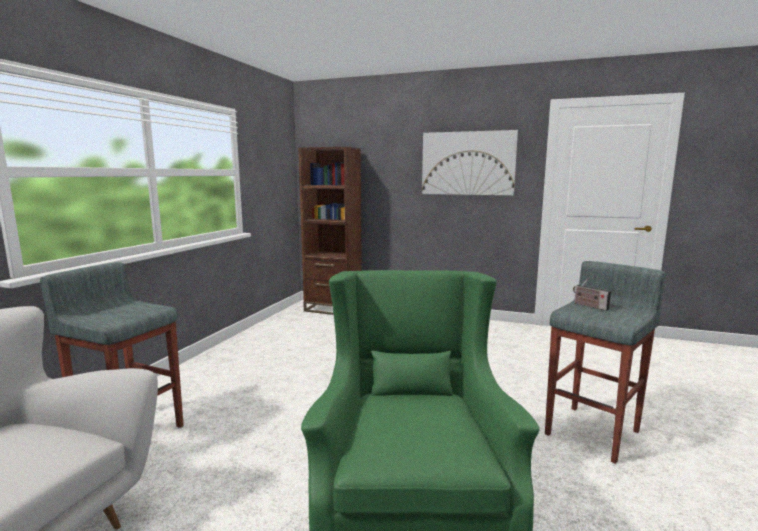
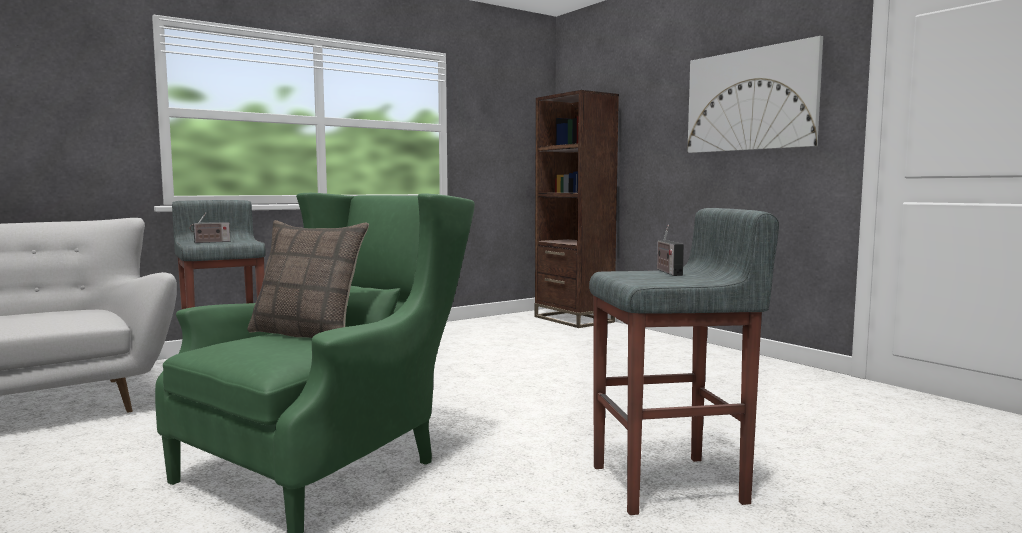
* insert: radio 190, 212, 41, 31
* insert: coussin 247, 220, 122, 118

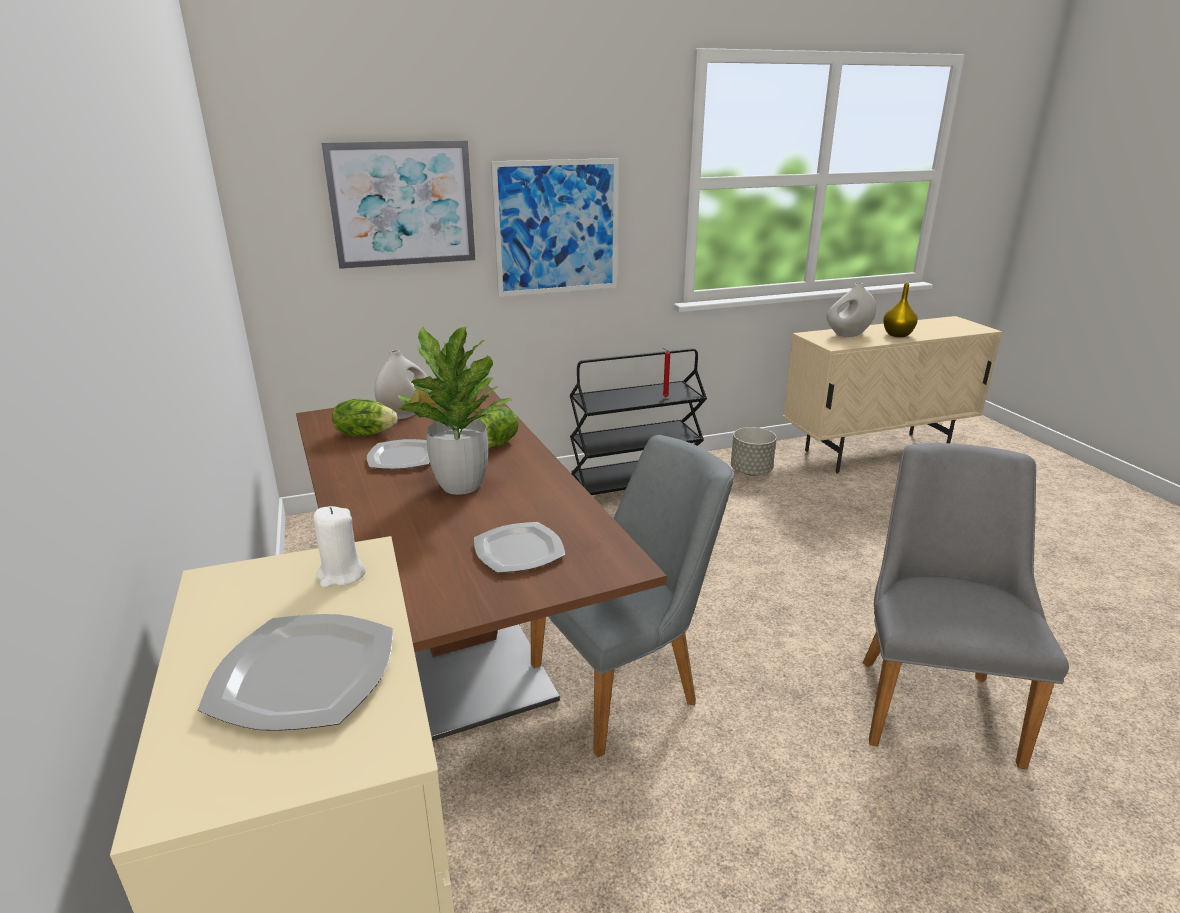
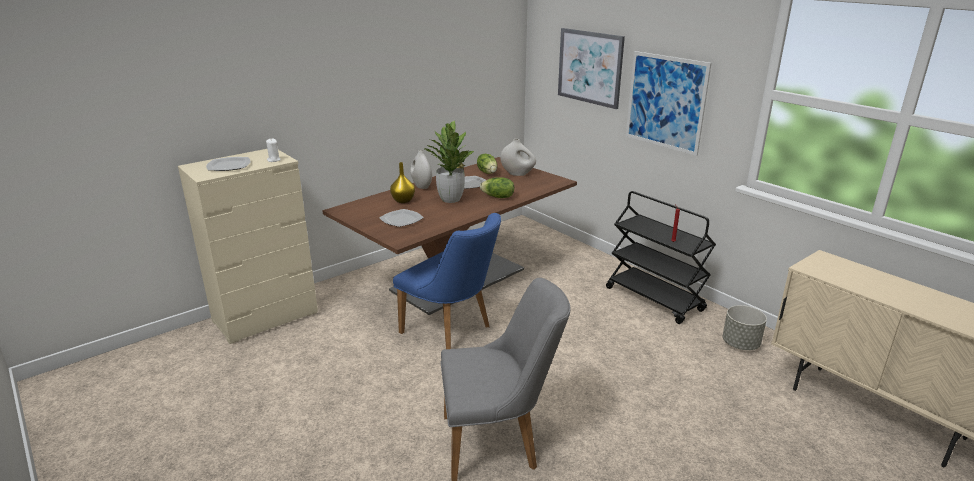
* move: vase/jaune 883, 283, 35, 54 to 390, 162, 25, 41
* recolor: chaise/gris 531, 435, 203, 322 to chaise/bleu 393, 213, 108, 136
* move: vase/blanc 827, 283, 49, 54 to 410, 150, 22, 39

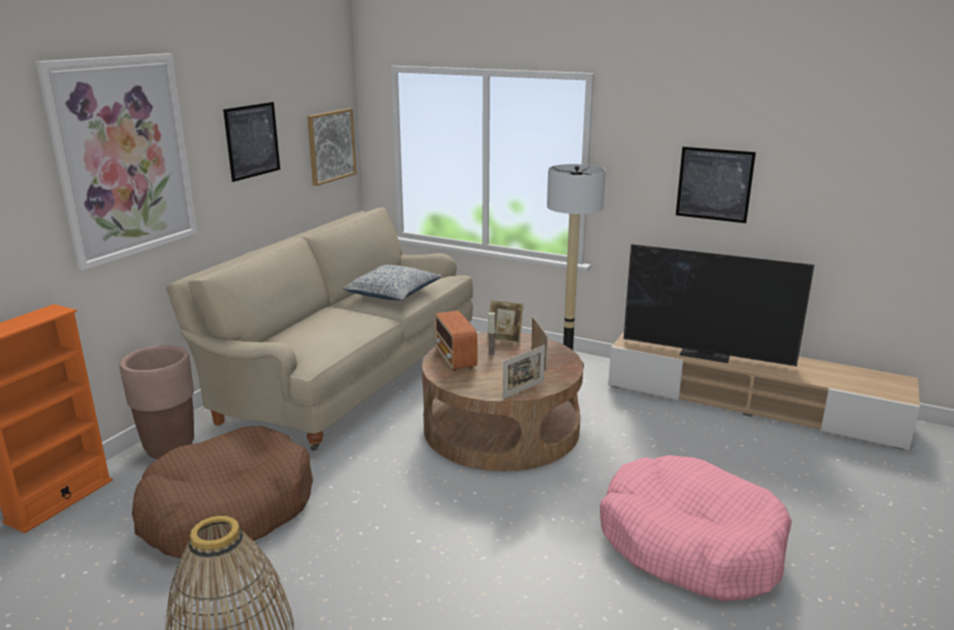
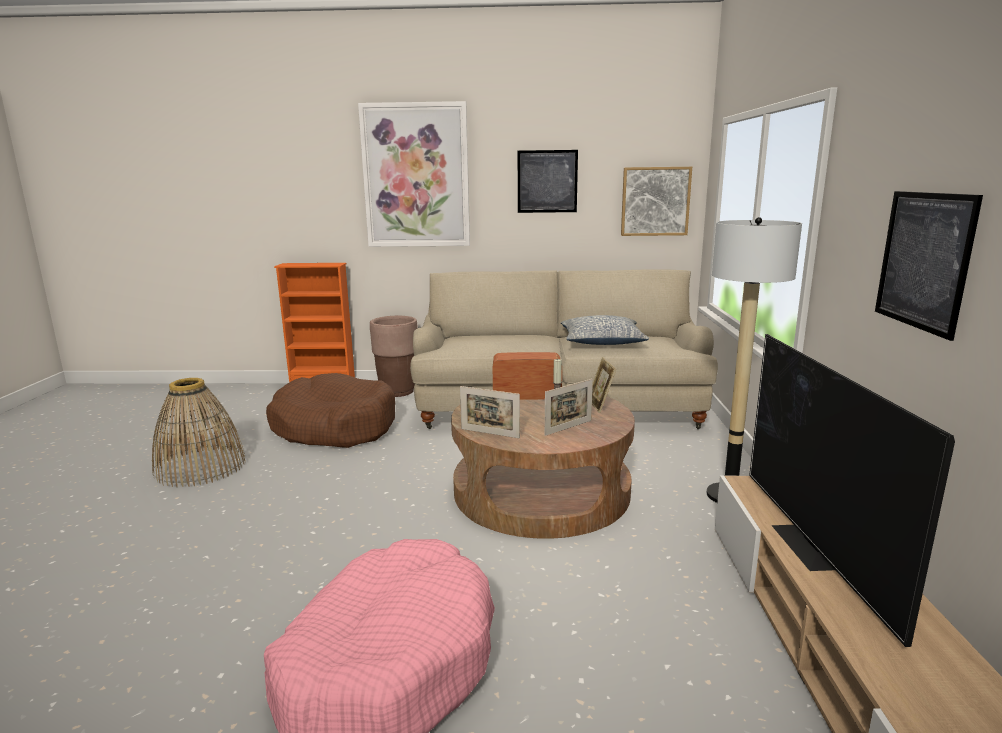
* rotate: radio 434, 311, 43, 60 = 493, 352, 69, 48 45 degrees clockwise

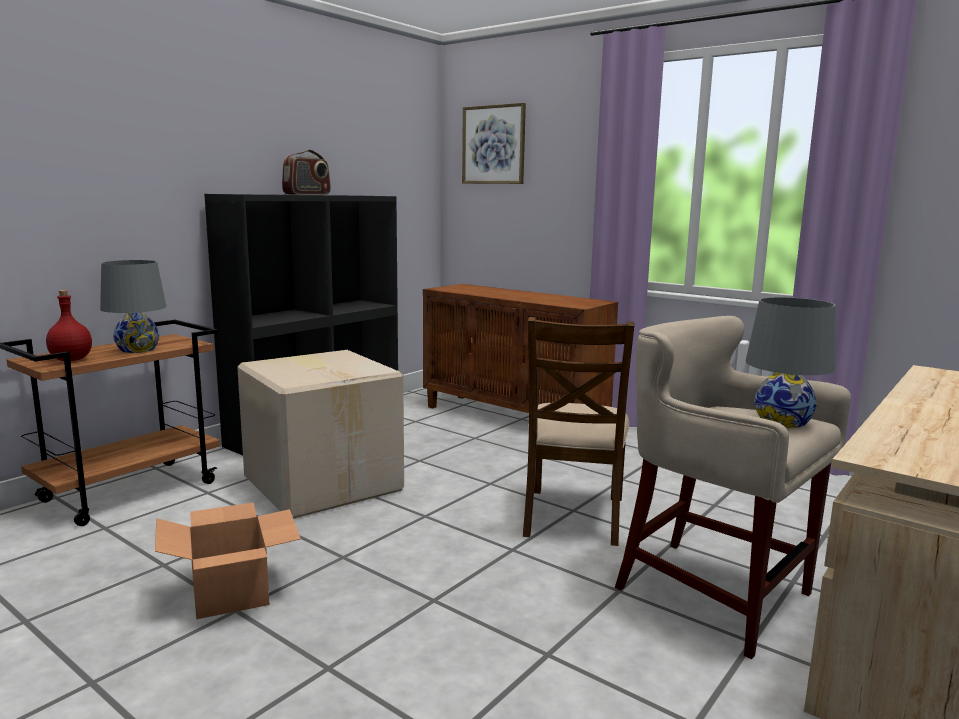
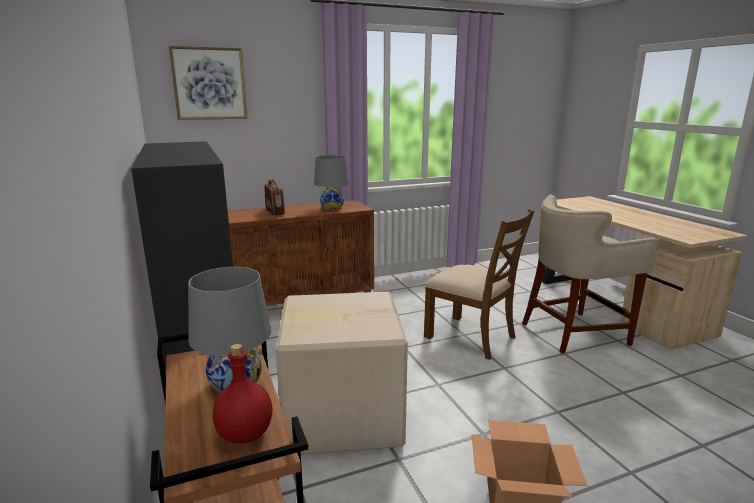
* move: radio 282, 149, 49, 46 to 264, 179, 21, 36
* move: lampe de table/gris 745, 297, 91, 131 to 314, 155, 35, 55

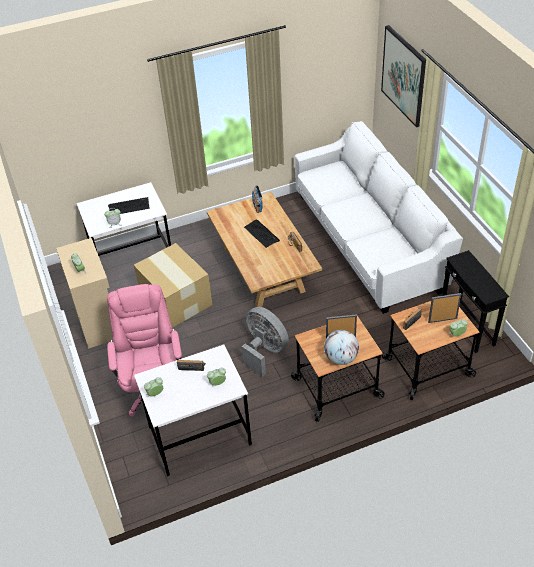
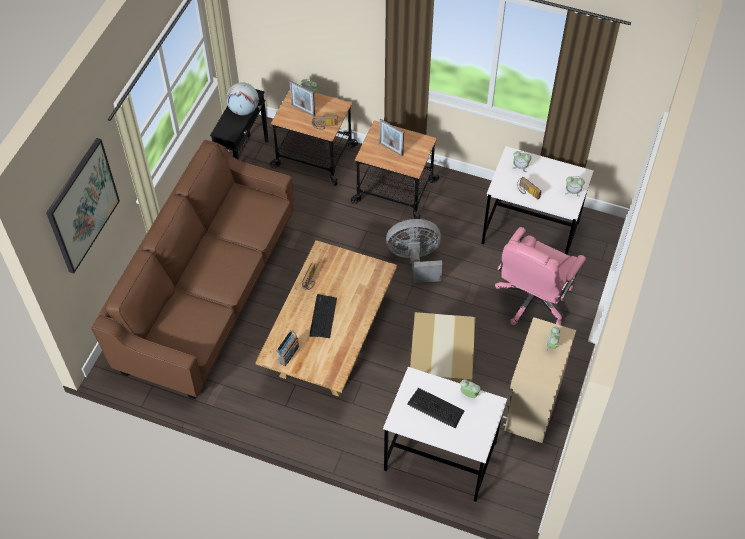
* recolor: canapé/blanc 294, 121, 169, 193 to canapé/marron 91, 140, 203, 259
* move: globe 324, 330, 35, 35 to 226, 82, 33, 33
* rotate: ventilateur/gris 242, 307, 47, 70 = 386, 219, 56, 64 90 degrees clockwise

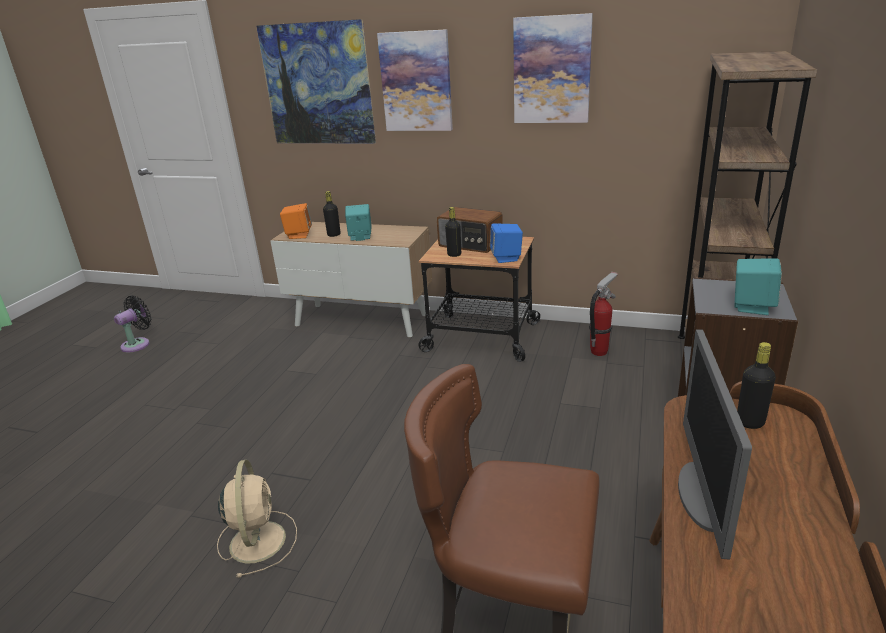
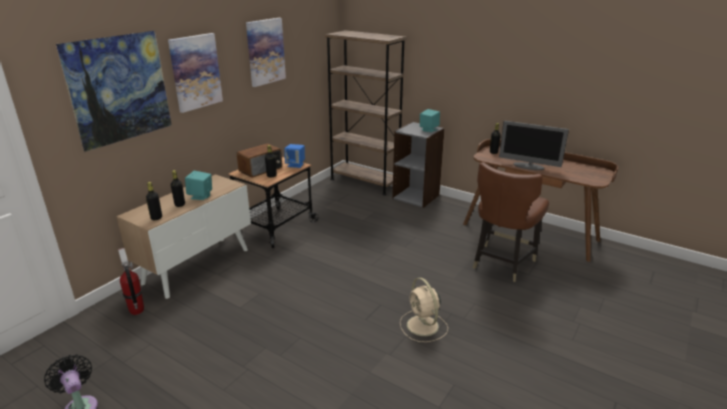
* move: extincteur 589, 272, 29, 84 to 118, 248, 26, 67
* replace: enceinte/orange 280, 203, 32, 36 to bouteille/noir 146, 182, 16, 38
* rotate: ventilateur/beige 217, 460, 80, 118 = 400, 278, 48, 64 120 degrees counterclockwise

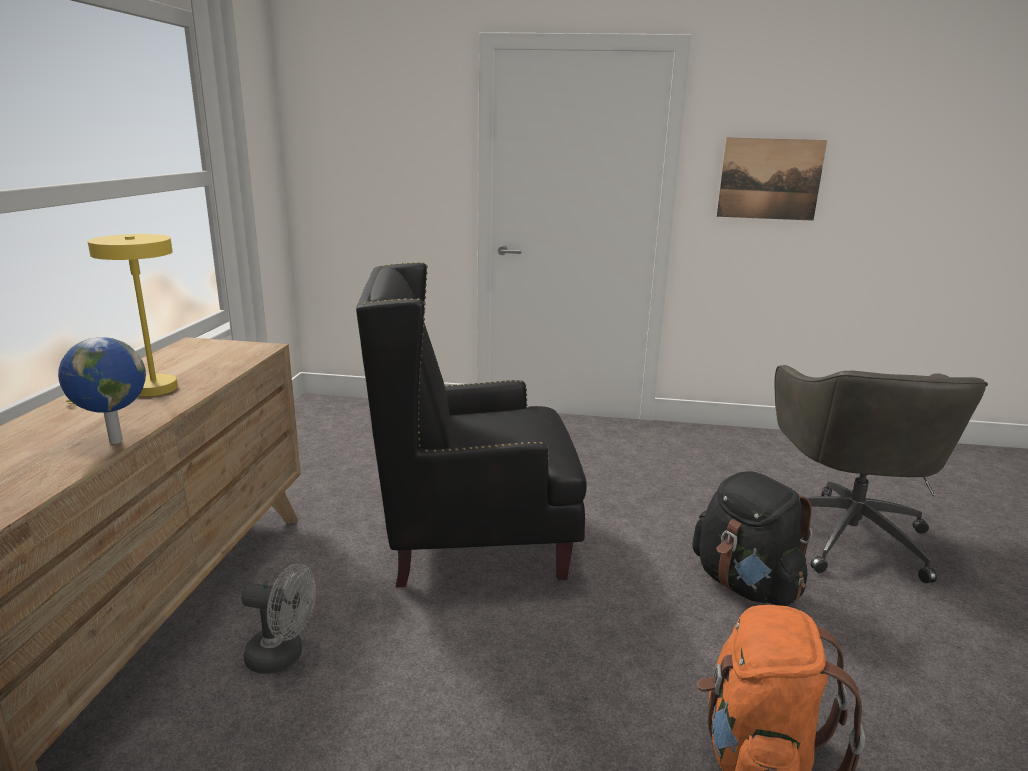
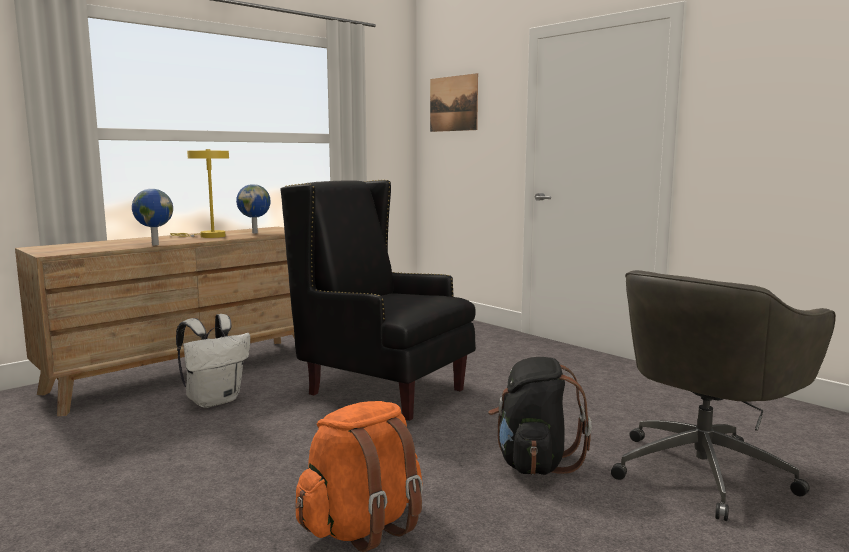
* replace: ventilateur/gris 241, 563, 75, 111 to sac à dos/blanc 176, 314, 74, 94
* insert: globe 236, 184, 35, 49
* move: tableau 717, 137, 110, 84 to 430, 73, 48, 59

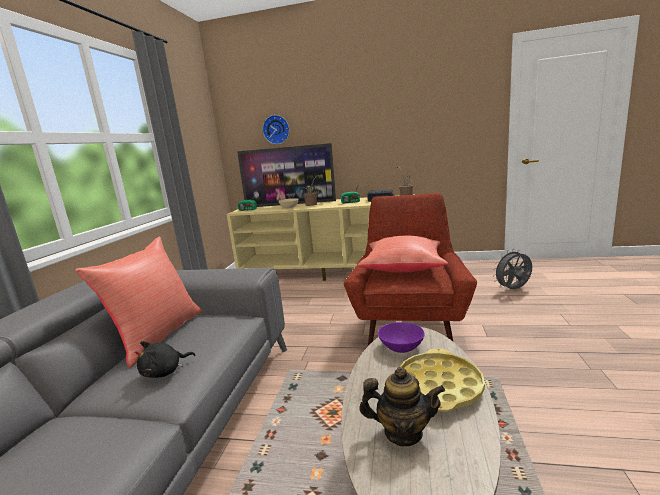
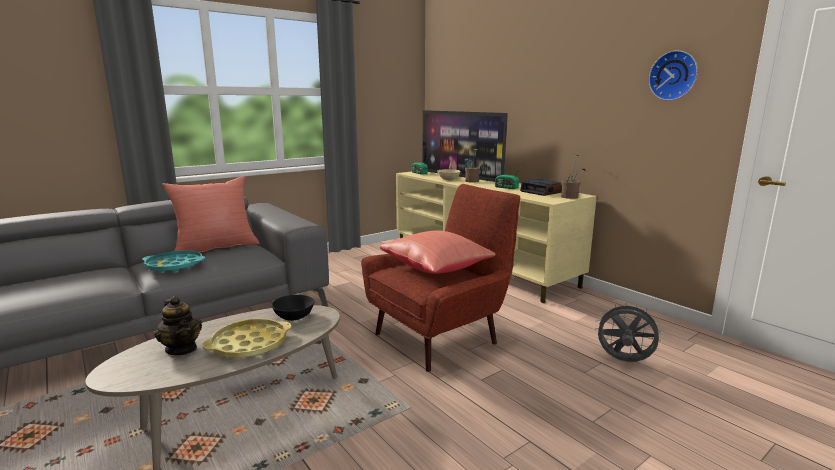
* replace: peluche/noir 135, 341, 60, 37 to plateau/turquoise 142, 250, 63, 22
* recolor: bol/violet 378, 322, 47, 31 to bol/noir 272, 294, 43, 27
* move: horloge murale 263, 115, 26, 29 to 649, 50, 49, 51

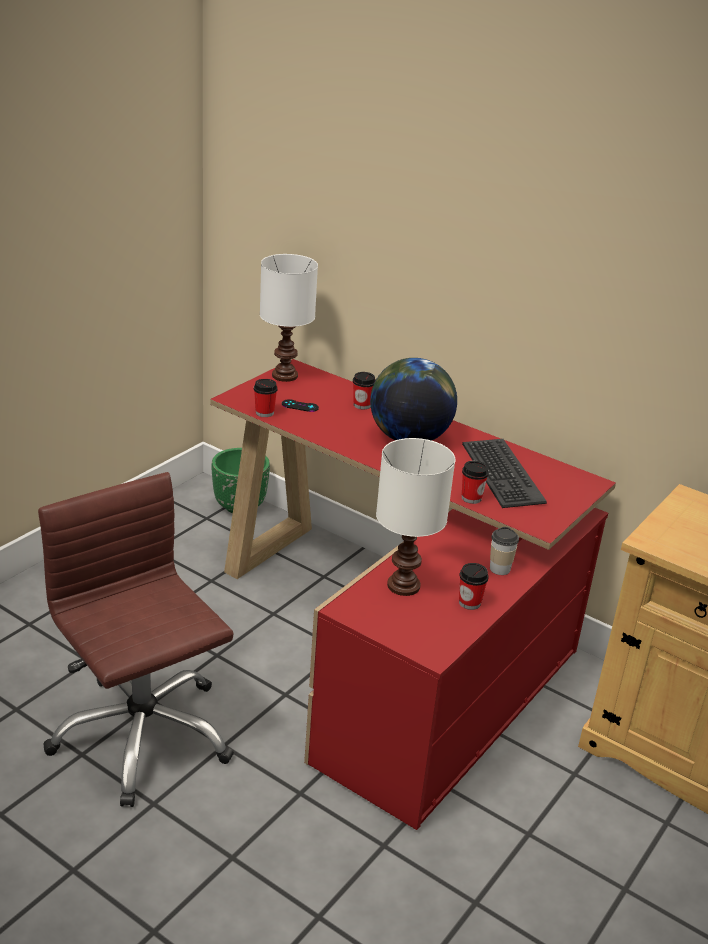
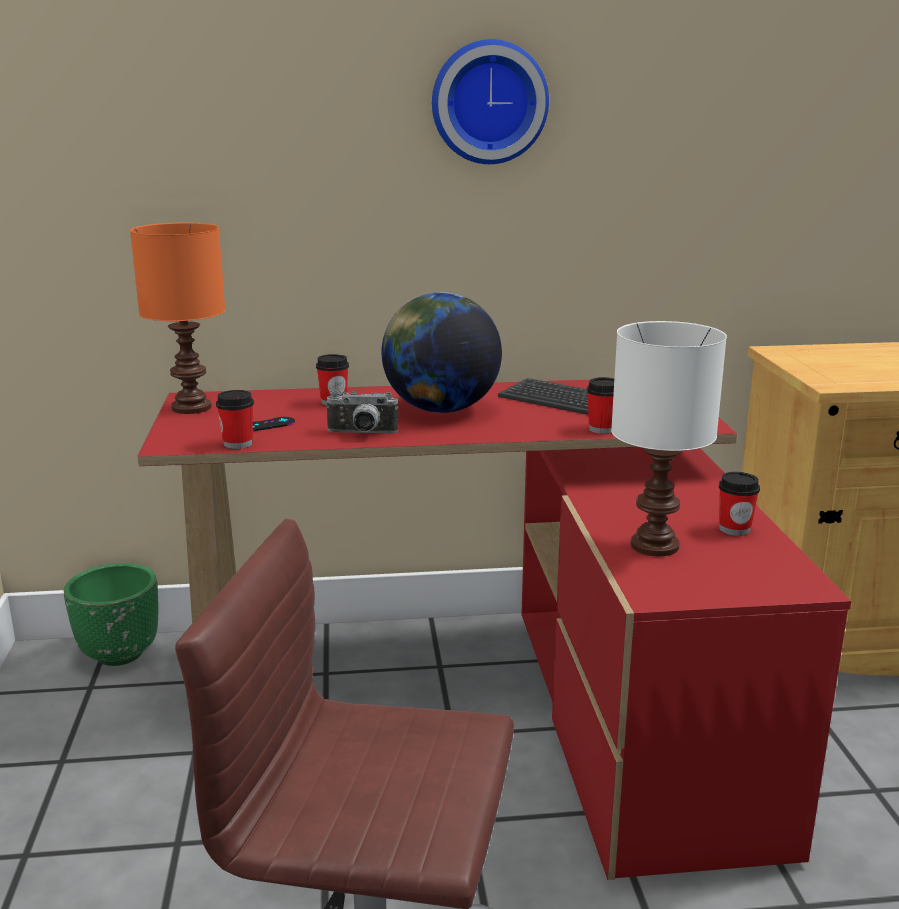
* recolor: lampe de table/blanc 260, 254, 58, 128 to lampe de table/orange 130, 222, 95, 192
* insert: appareil photo 325, 390, 74, 43
* insert: horloge murale 432, 39, 117, 125
* delete: tasse 490, 527, 29, 48

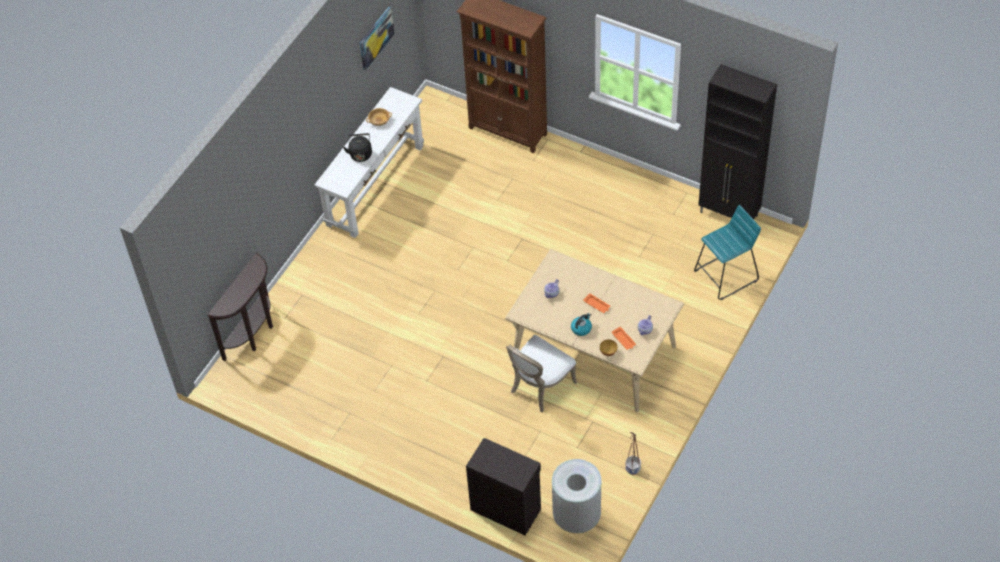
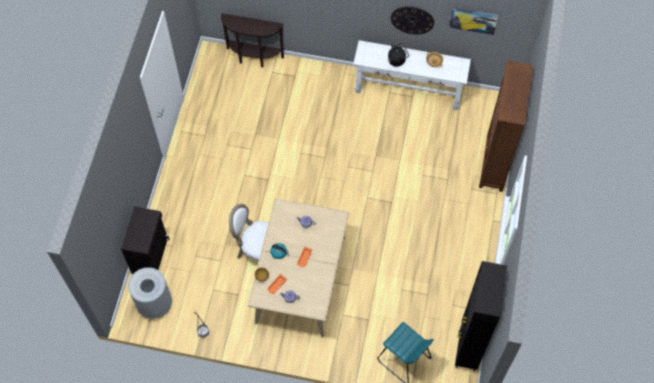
* insert: horloge murale 391, 6, 43, 29

